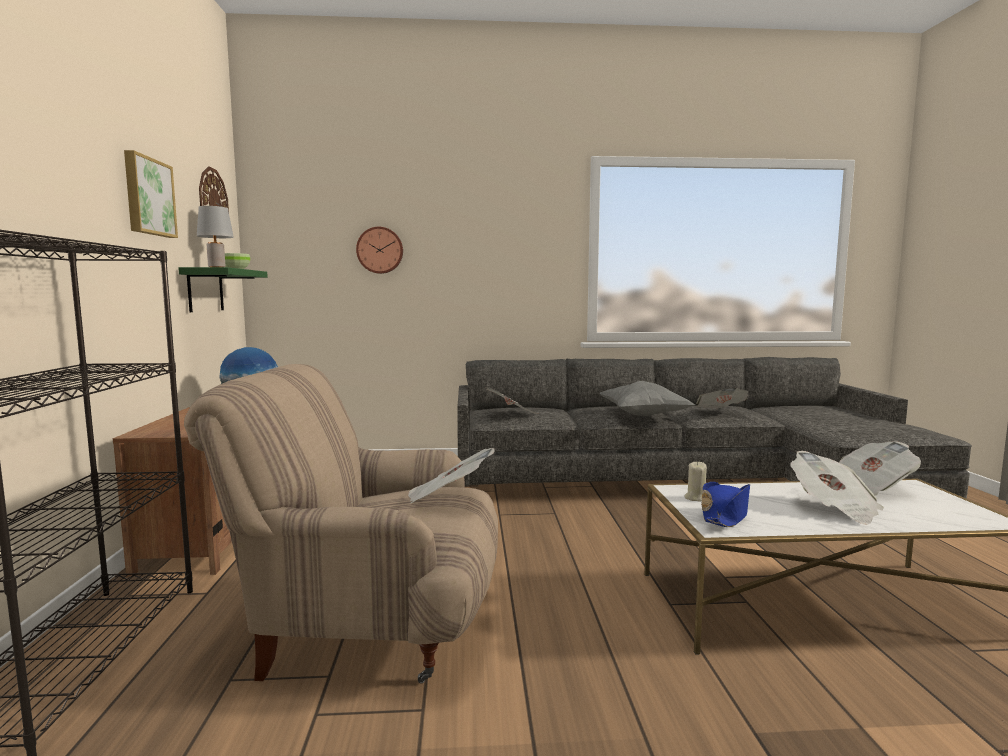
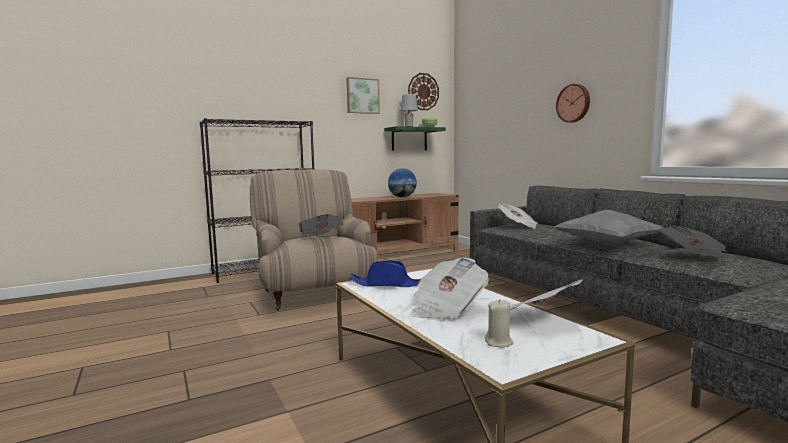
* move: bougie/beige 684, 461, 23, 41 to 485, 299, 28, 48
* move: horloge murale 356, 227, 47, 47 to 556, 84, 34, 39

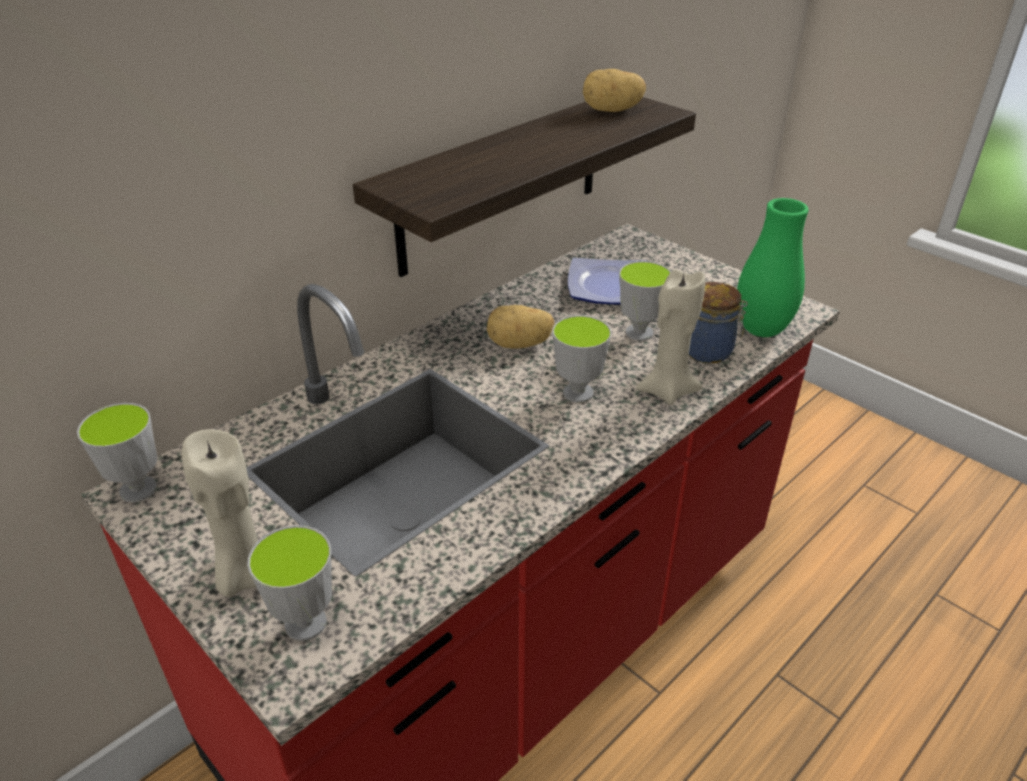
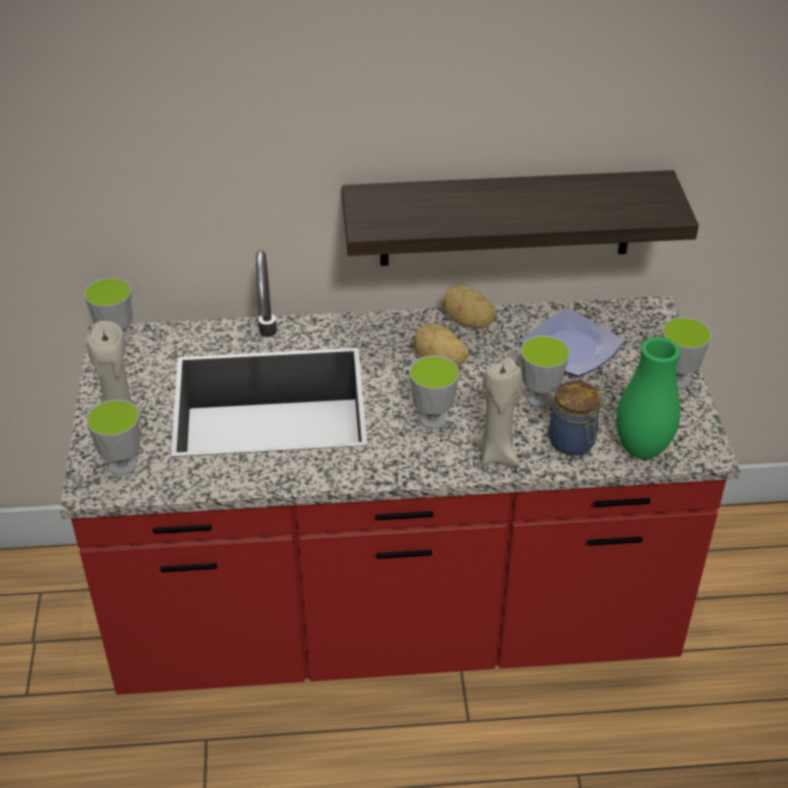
* move: pomme de terre 583, 69, 63, 43 to 443, 285, 54, 43
* insert: tasse 662, 317, 50, 72

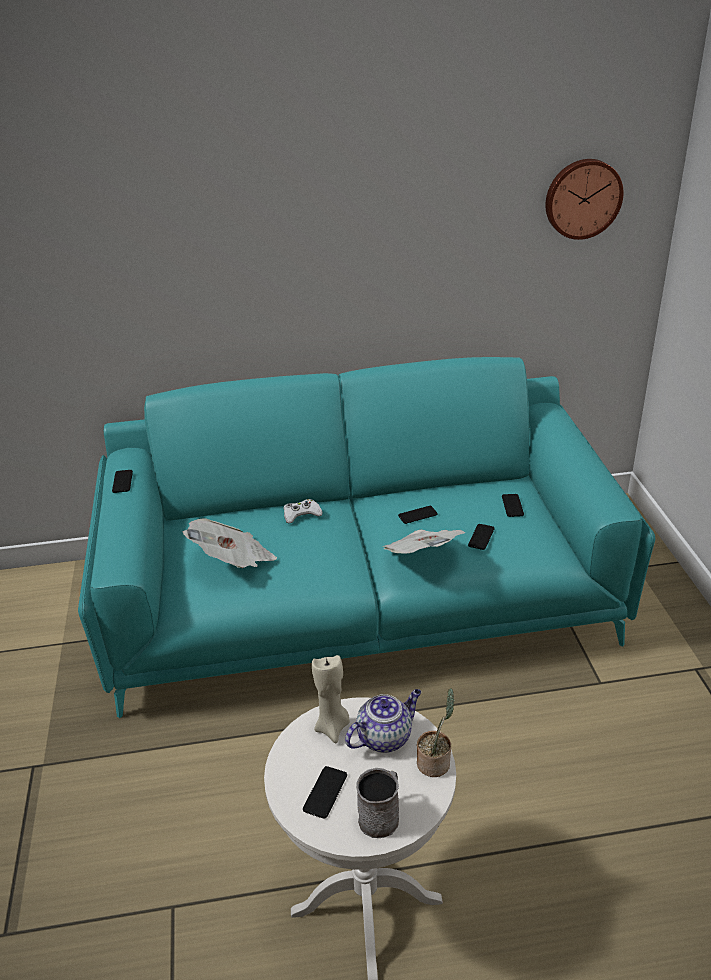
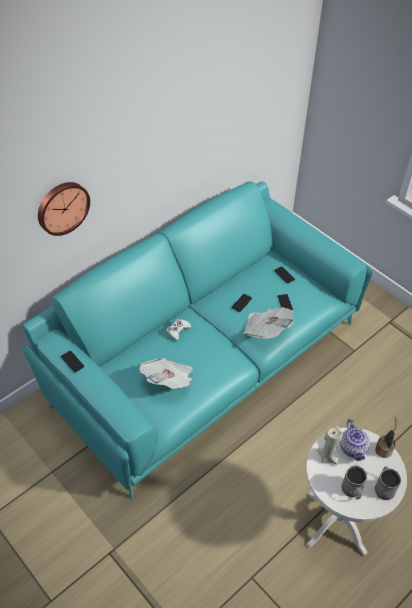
* move: horloge murale 545, 159, 79, 81 to 38, 182, 52, 54
* rotate: théière 345, 689, 76, 64 = 340, 419, 30, 42 150 degrees clockwise
* replace: téléphone 303, 766, 44, 53 to mug/gris 341, 465, 26, 34

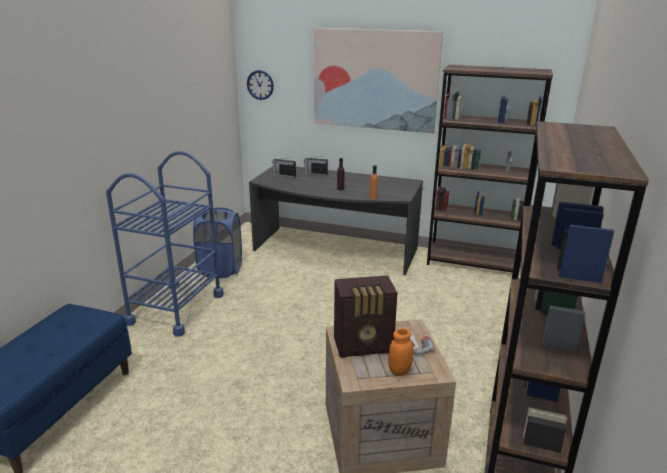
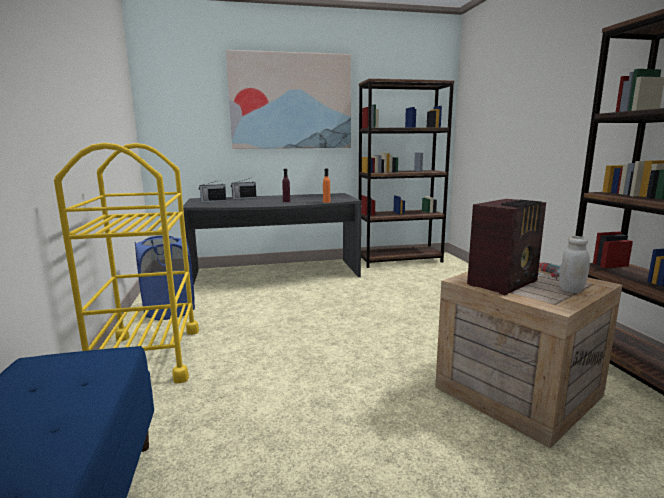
* recolor: chariot/bleu 106, 151, 118, 186 to chariot/jaune 54, 143, 145, 240
* recolor: bocal/orange 388, 328, 25, 48 to bocal/blanc 559, 236, 31, 57
* delete: horloge murale 247, 70, 27, 30

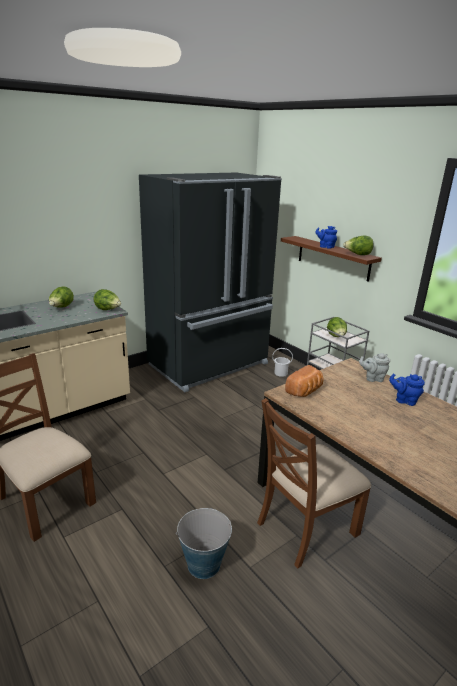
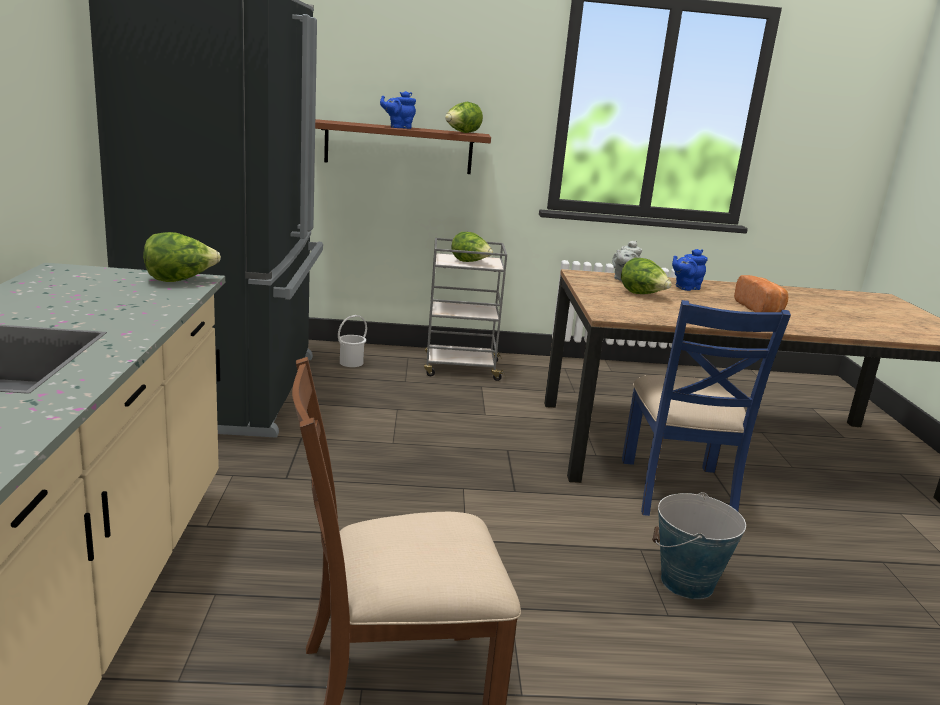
* move: laitue 49, 286, 25, 22 to 621, 258, 51, 36
* recolor: chaise/marron 257, 398, 114, 170 to chaise/bleu 622, 300, 169, 216
* move: pain 285, 365, 39, 32 to 734, 275, 54, 37

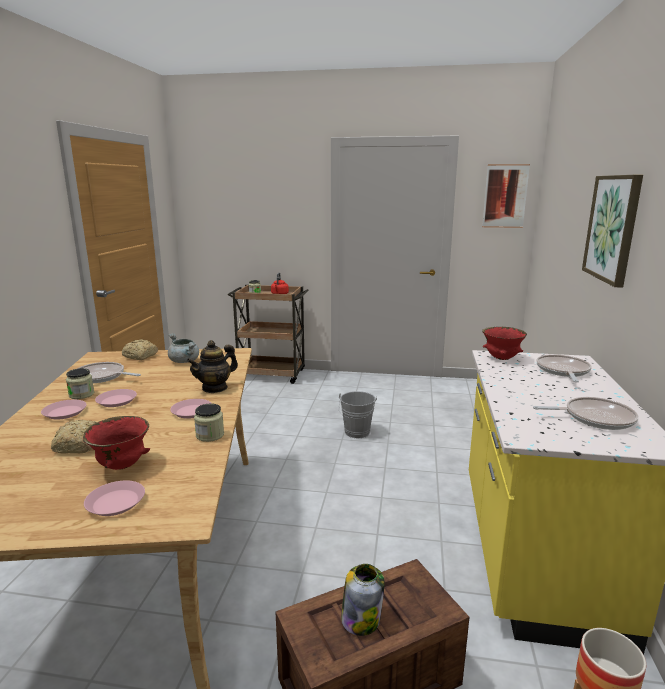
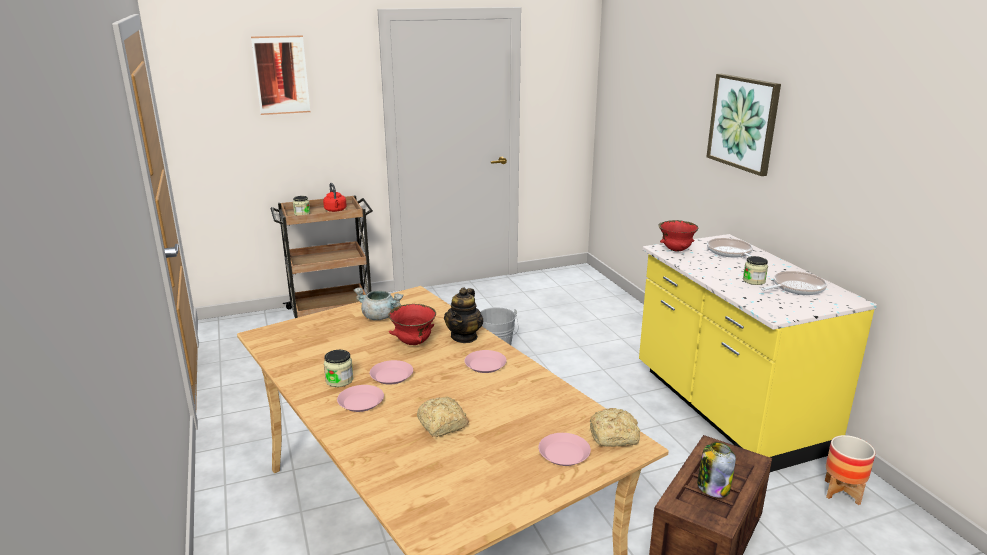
* move: tableau 482, 164, 48, 64 to 251, 35, 59, 80
* move: bol/rouge 83, 416, 67, 54 to 388, 304, 48, 41
* move: pain 122, 339, 36, 21 to 590, 408, 50, 39
* move: bocal 194, 403, 30, 39 to 743, 256, 25, 29
* delete: poêle 77, 362, 64, 21

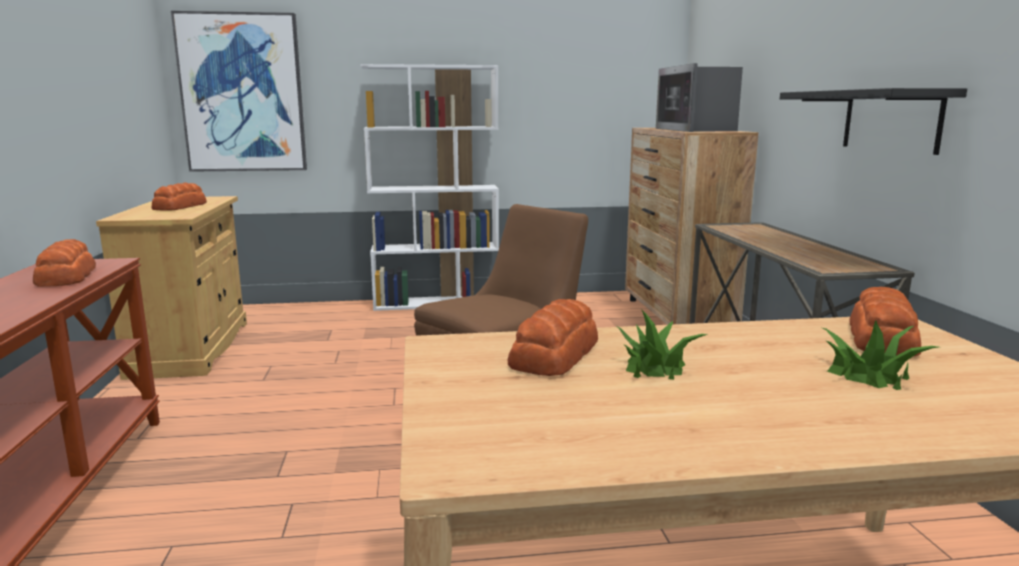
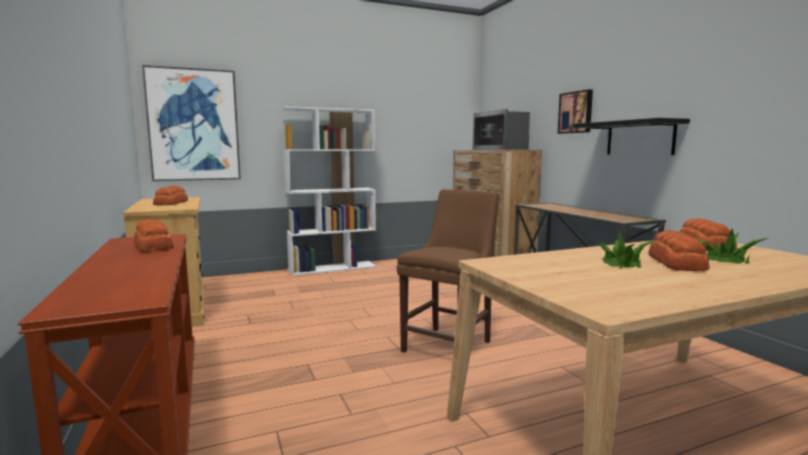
* insert: tableau 558, 89, 35, 45
* move: pain 508, 299, 90, 77 to 648, 230, 62, 41

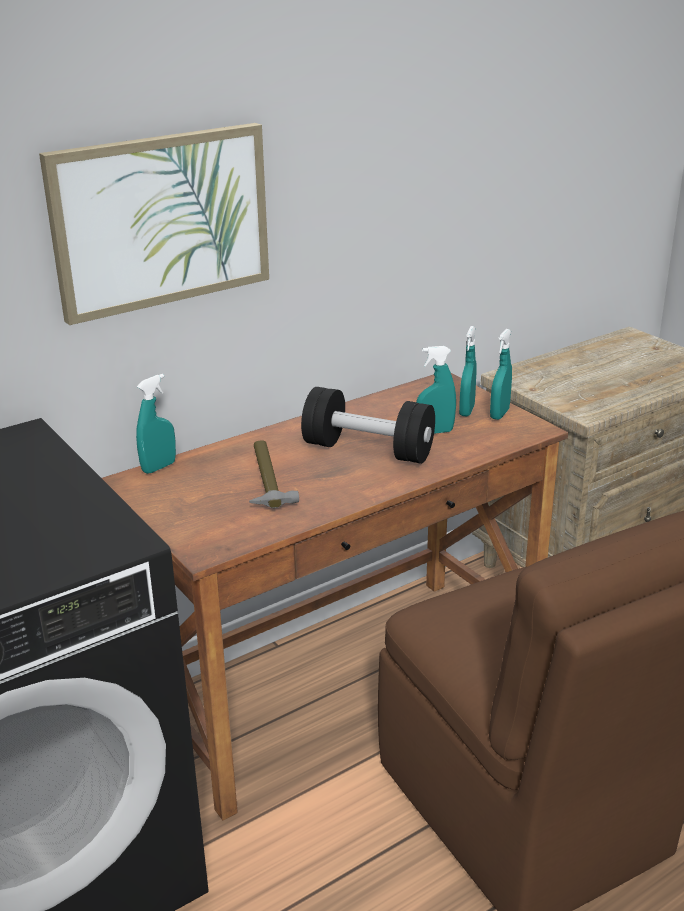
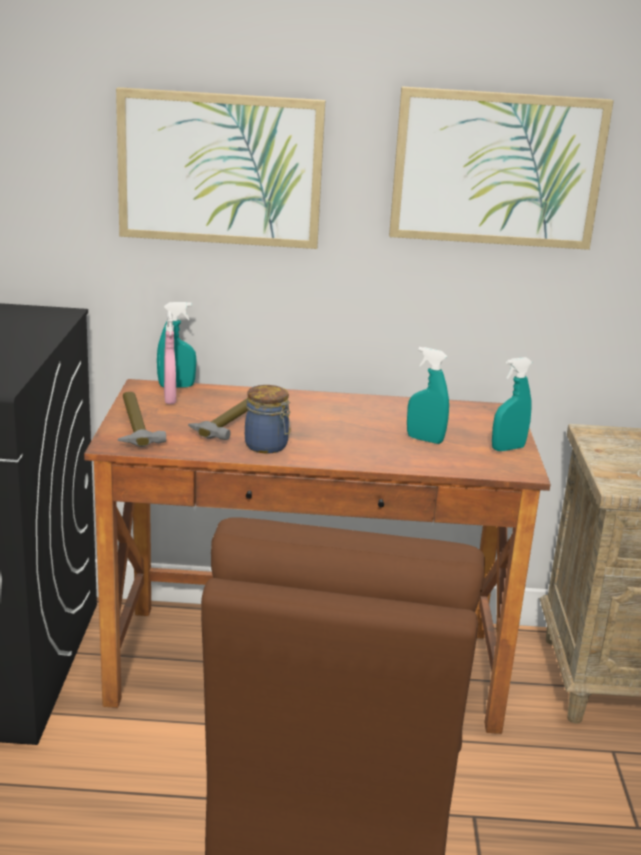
* insert: marteau 118, 392, 48, 55
* insert: vaporisateur/rose 164, 311, 12, 93
* insert: bocal 245, 385, 45, 68
* insert: tableau 389, 86, 225, 164
* delete: haltère/noir 301, 387, 134, 77
* delete: vaporisateur/turquoise 459, 326, 17, 90

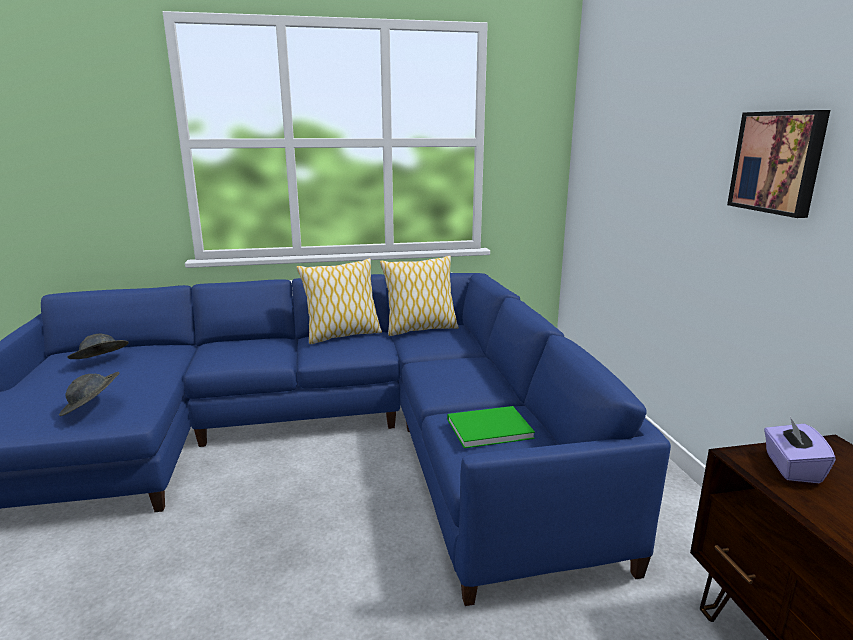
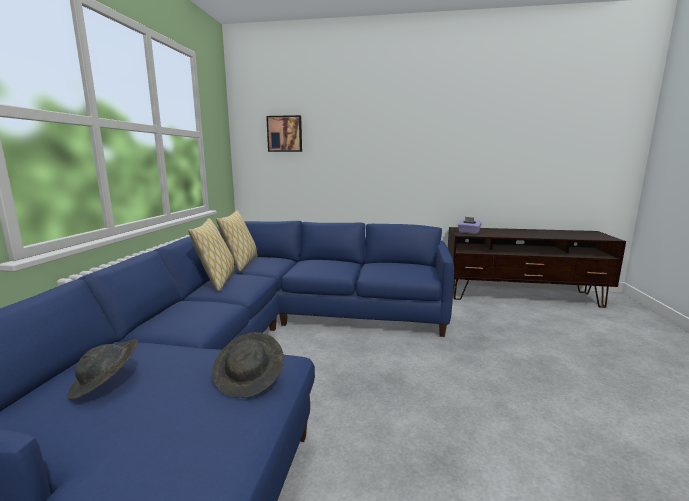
* move: tableau 727, 110, 103, 108 to 266, 115, 36, 37
* delete: livre/vert 447, 406, 88, 42

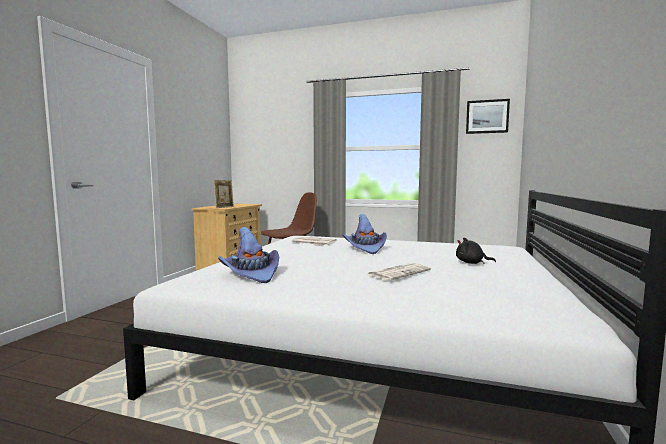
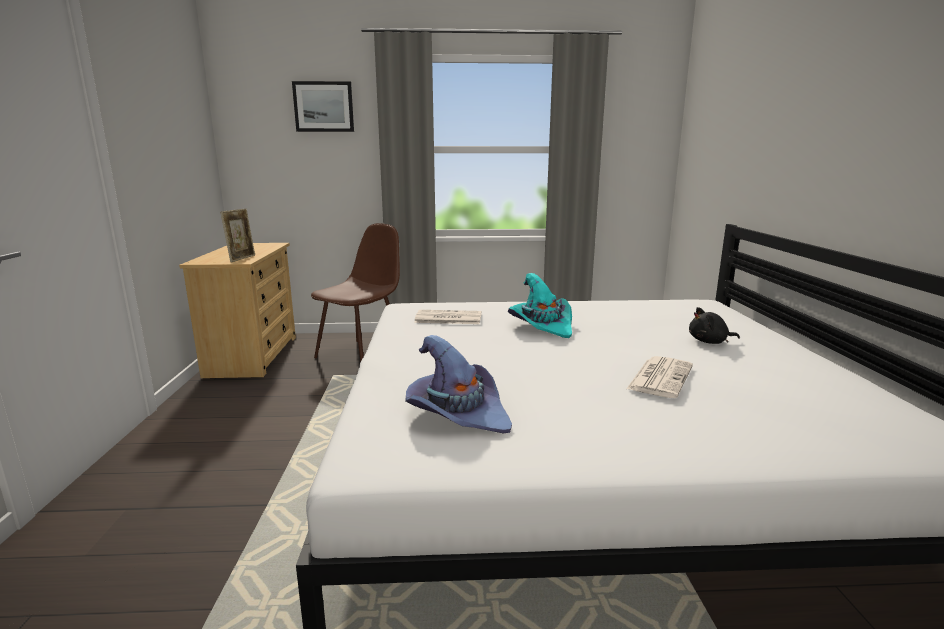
* move: tableau 466, 99, 44, 35 to 292, 81, 62, 51
* recolor: chapeau/violet 342, 214, 45, 40 to chapeau/turquoise 508, 273, 64, 65

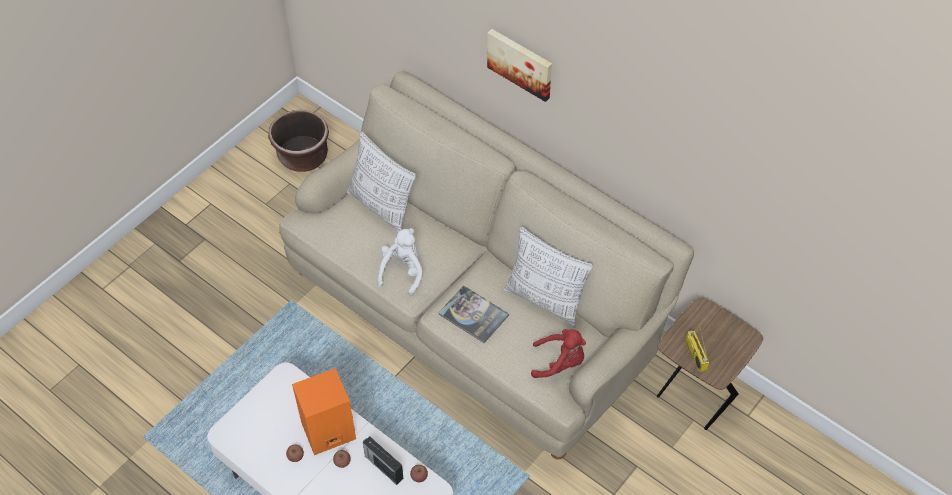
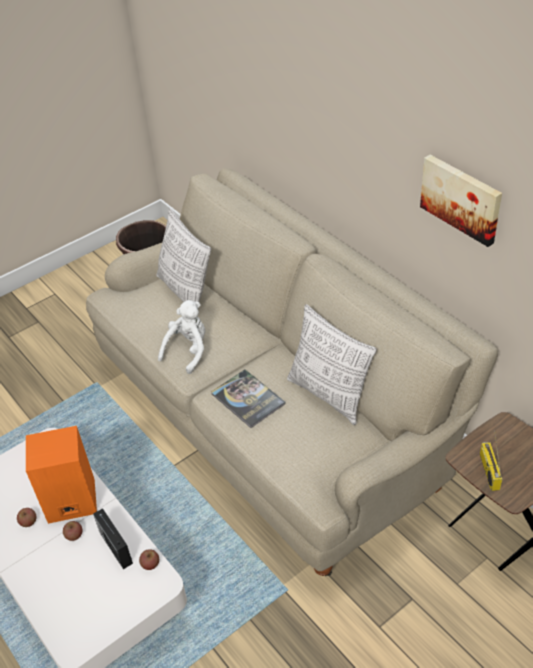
* move: tableau 487, 29, 65, 73 to 420, 155, 82, 92
* delete: peluche/rouge 531, 329, 55, 49

